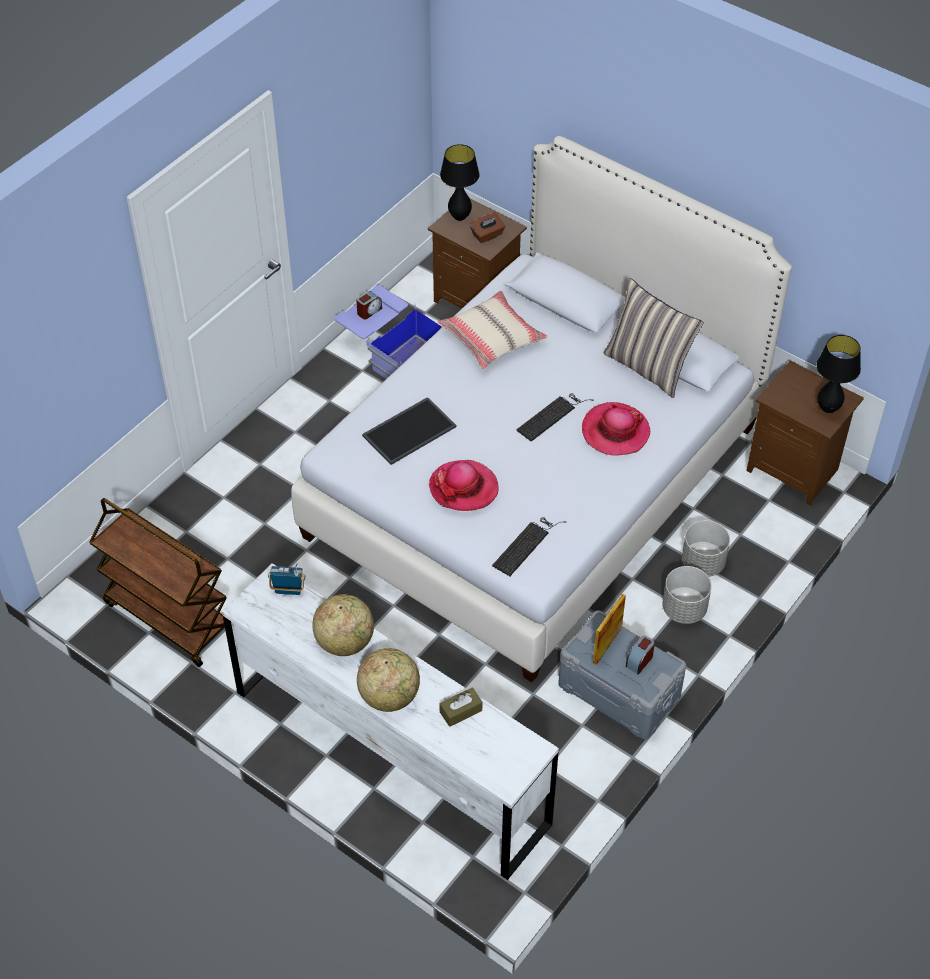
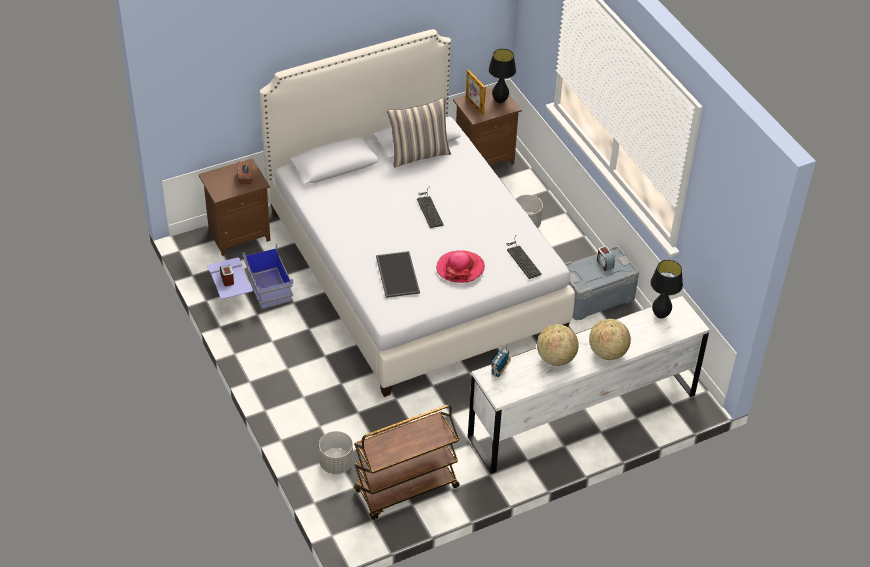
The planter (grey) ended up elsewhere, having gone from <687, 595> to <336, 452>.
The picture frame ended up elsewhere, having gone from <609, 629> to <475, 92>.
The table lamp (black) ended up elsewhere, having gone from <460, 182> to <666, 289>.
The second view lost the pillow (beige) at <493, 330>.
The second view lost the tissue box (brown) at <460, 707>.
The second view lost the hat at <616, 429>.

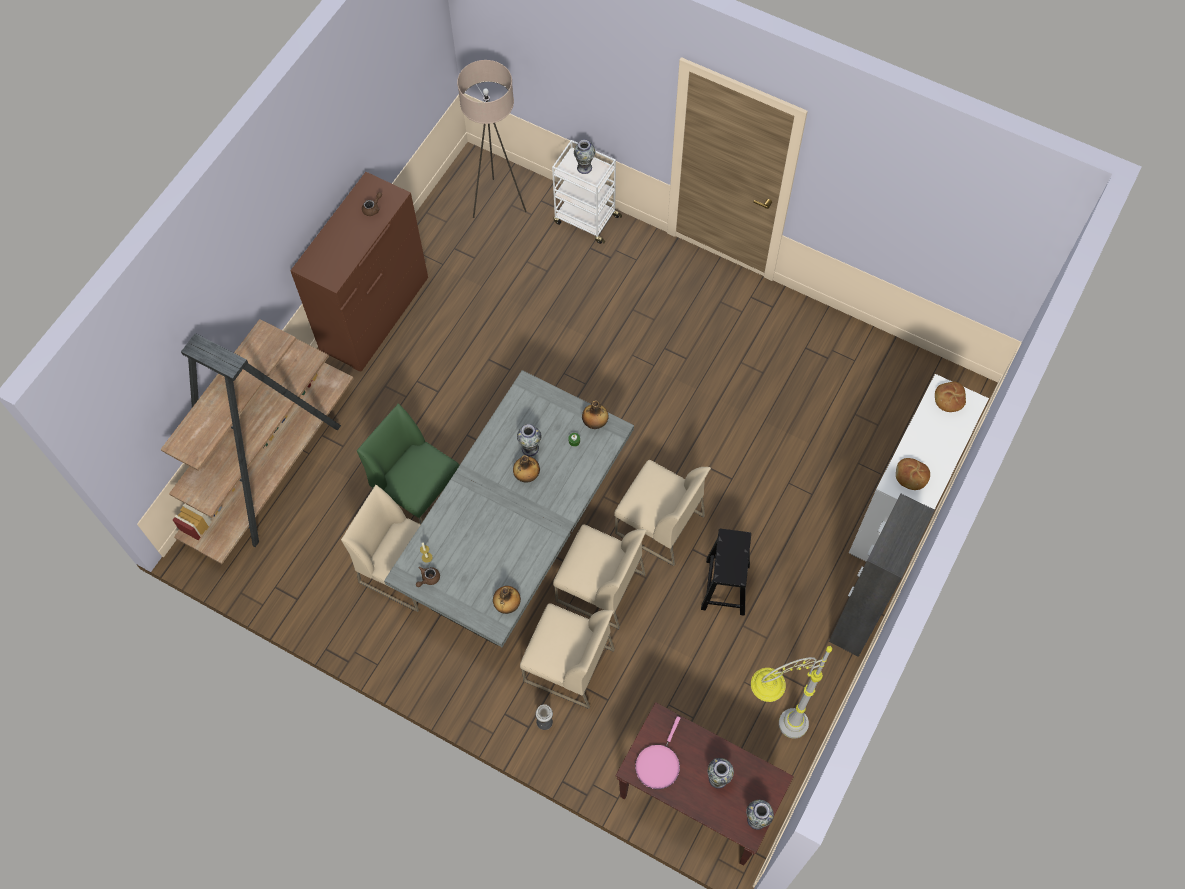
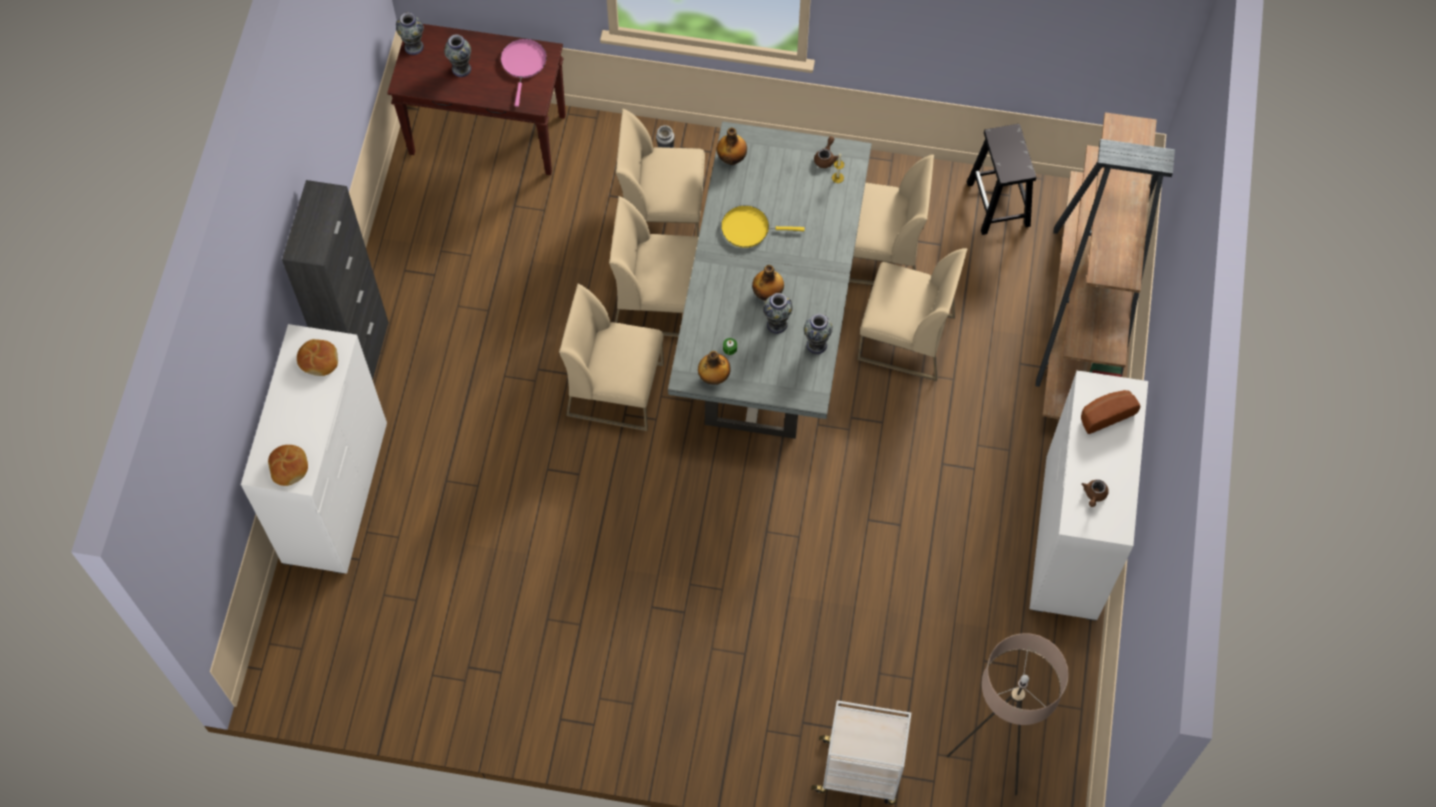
The second view gained the frying pan (yellow) at <763, 226>.
The vase ended up elsewhere, having gone from <584, 156> to <818, 334>.
What was the chair (green) at <408, 463> turned into the chair (beige) at <912, 314>.
The stool (black) ended up elsewhere, having gone from <726, 572> to <1001, 179>.
What was the dresser (brown) at <359, 272> turned into the dresser (white) at <1088, 495>.
The second view gained the bread at <1110, 412>.
The second view lost the floor lamp (grey) at <791, 692>.

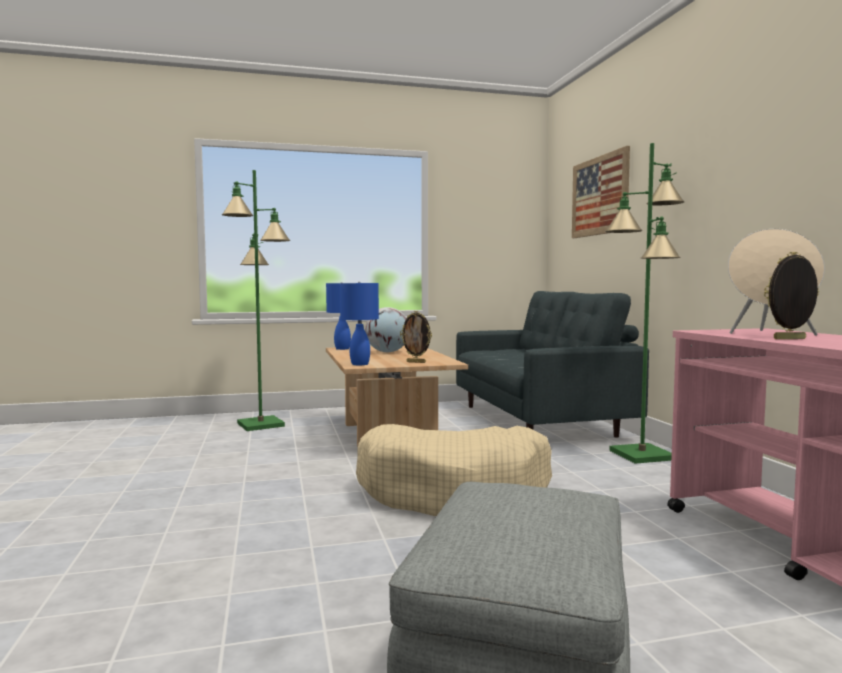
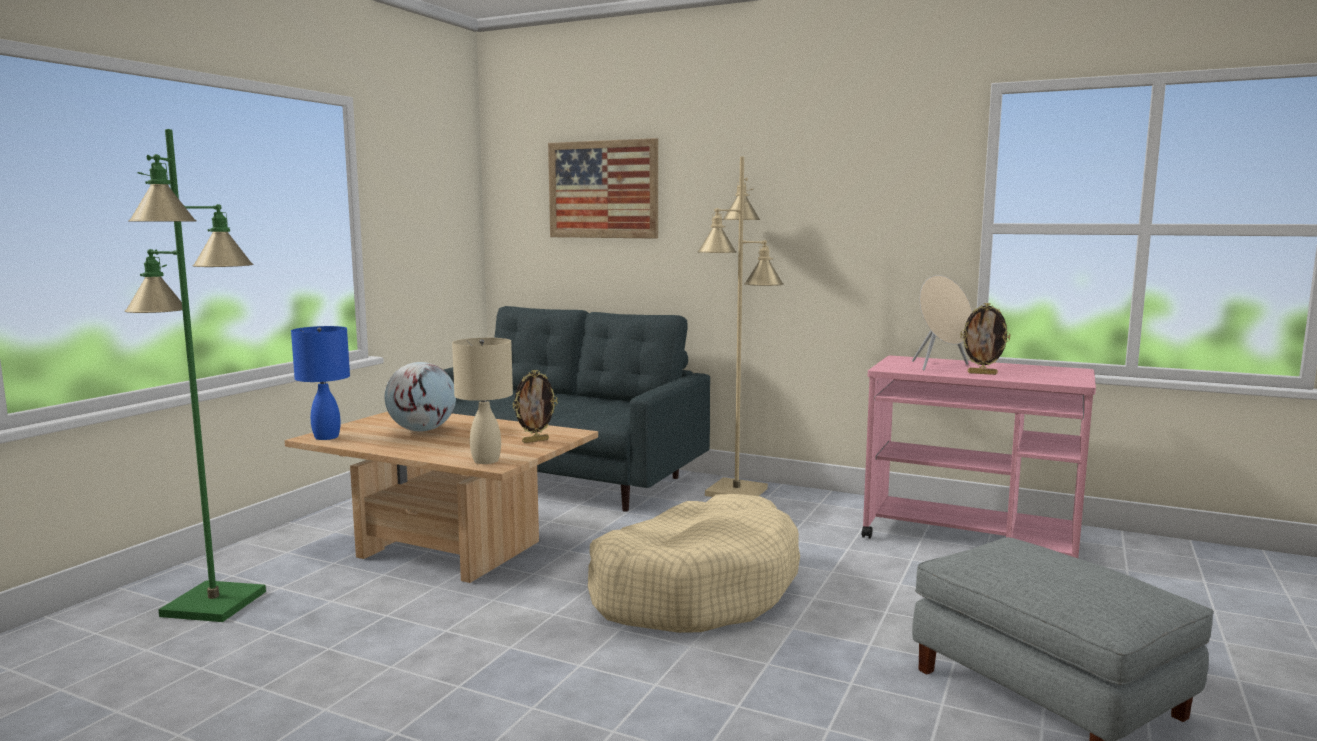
What was the table lamp (blue) at <359, 323> turned into the table lamp (beige) at <482, 401>.
What was the floor lamp (green) at <644, 303> turned into the floor lamp (beige) at <740, 326>.
The picture frame at <791, 295> ended up facing another way, 105 degrees counterclockwise from before.

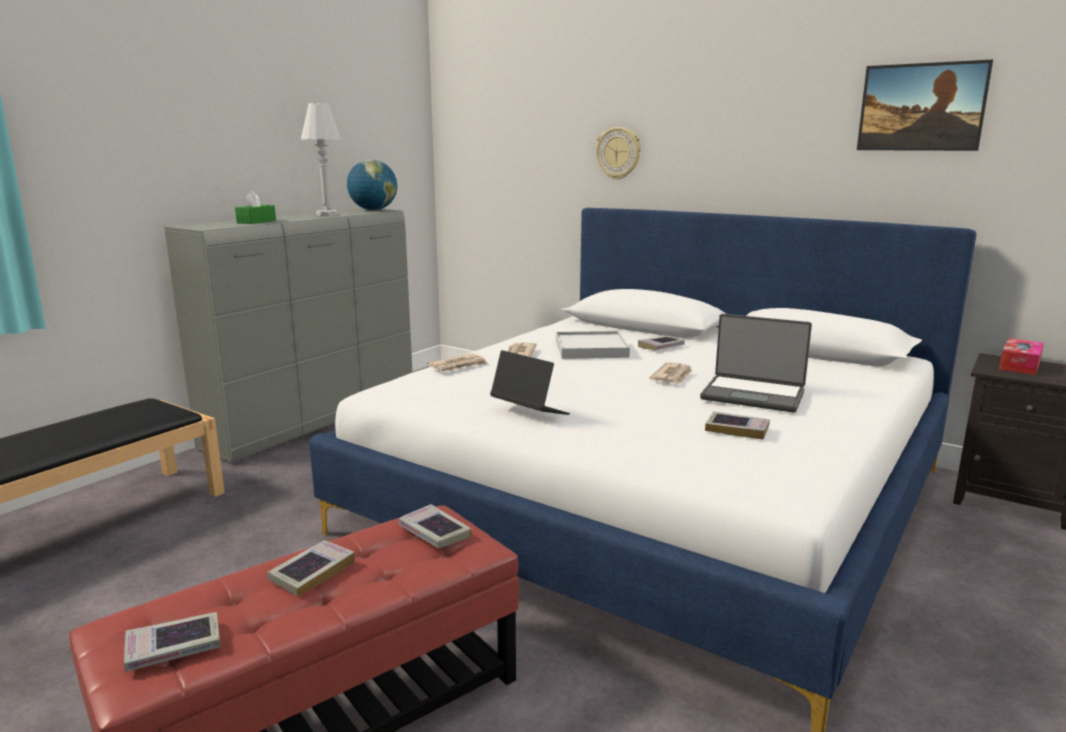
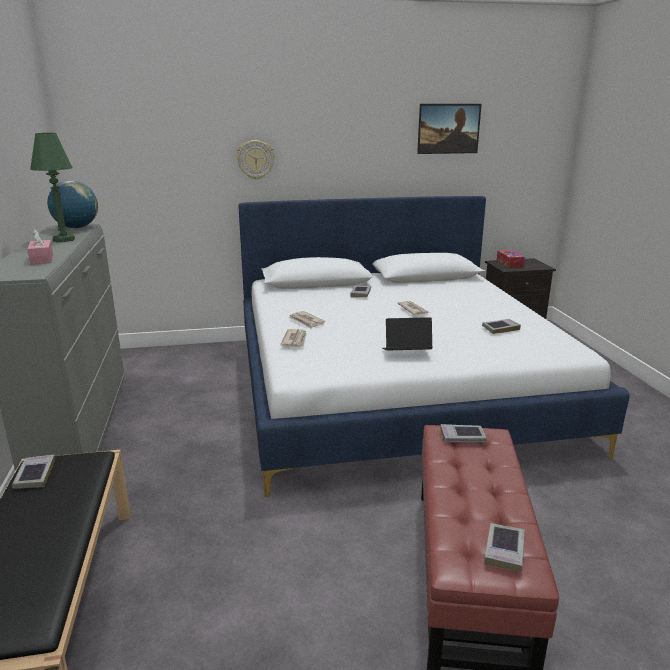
The book ended up elsewhere, having gone from <310, 568> to <33, 472>.
What was the tissue box (green) at <255, 207> turned into the tissue box (pink) at <40, 246>.
What was the table lamp (white) at <321, 159> turned into the table lamp (green) at <52, 187>.
The second view lost the tray (white) at <593, 345>.
The second view lost the laptop at <756, 363>.

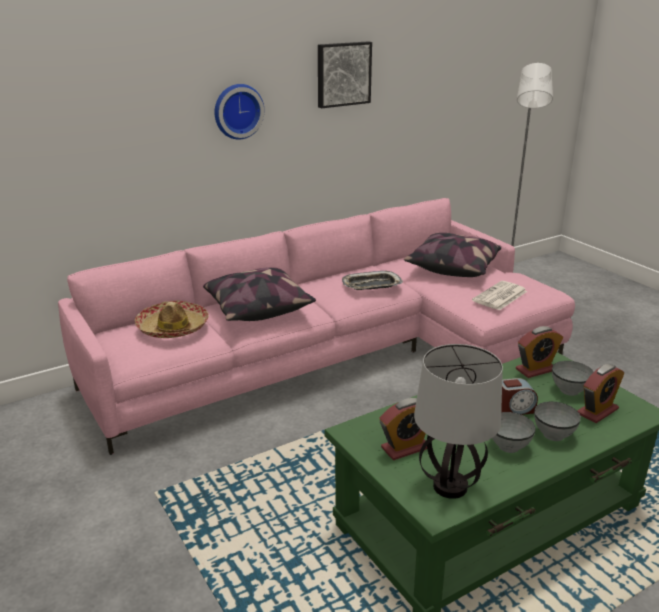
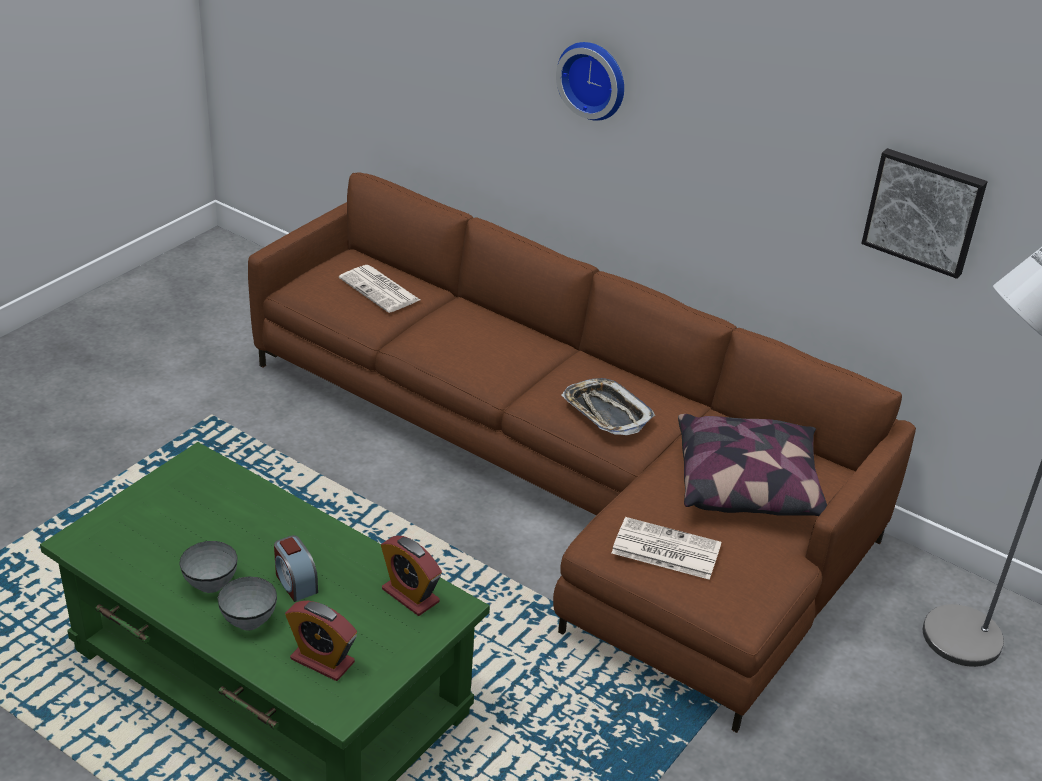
What was the sofa (pink) at <316, 326> turned into the sofa (brown) at <582, 452>.
Where the hat stood at <171, 319>, the newspaper came to stand at <379, 289>.
The picture ended up elsewhere, having gone from <345, 75> to <924, 213>.
The second view lost the pillow at <259, 294>.
The second view lost the alarm clock at <403, 429>.
The second view lost the table lamp at <458, 421>.
The second view lost the bowl (grey) at <572, 378>.

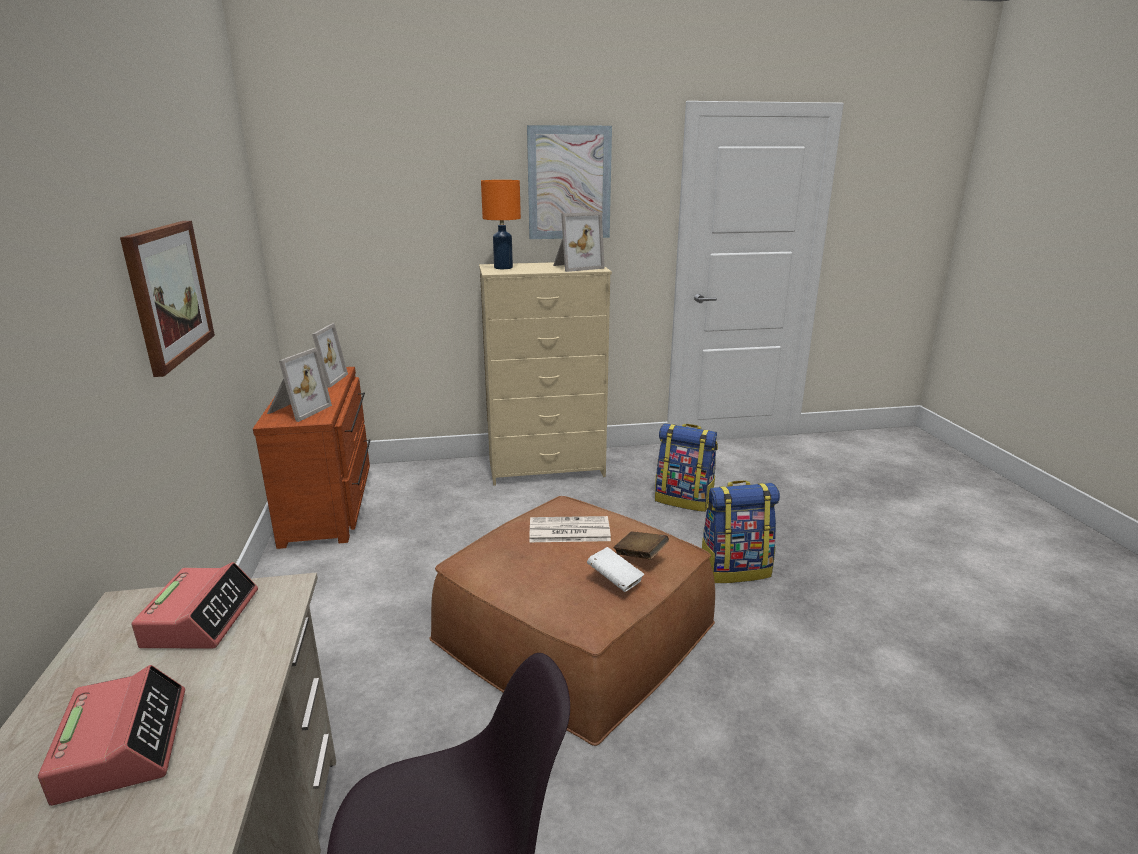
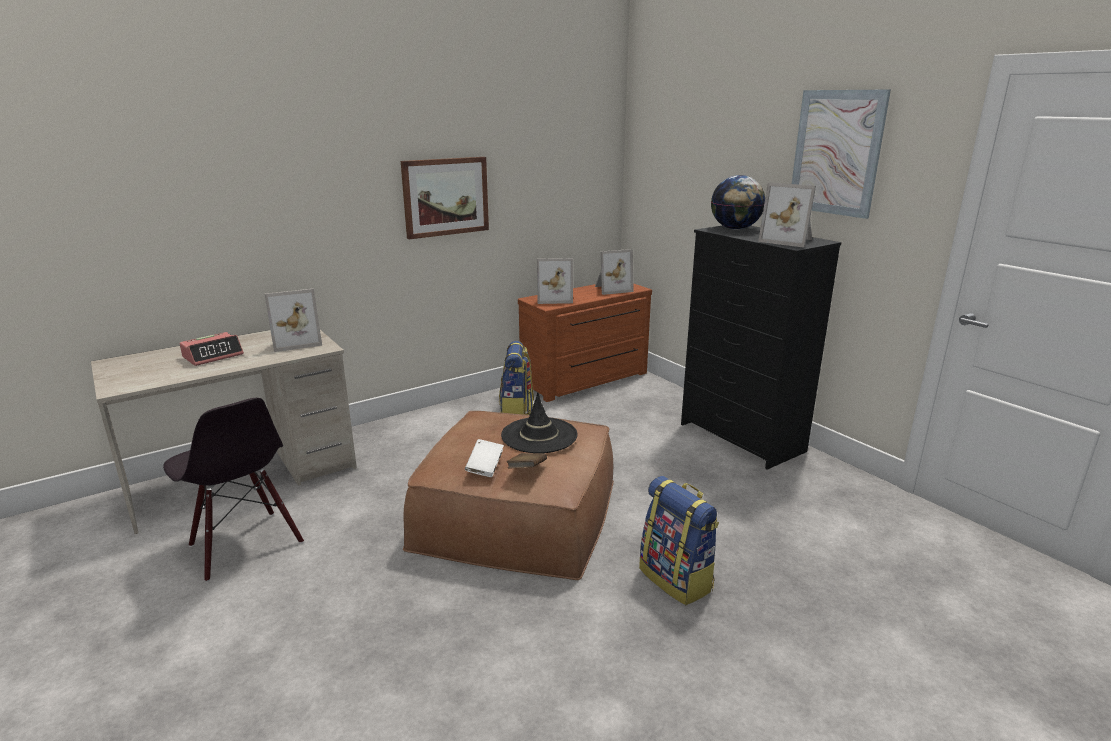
Where the alarm clock stood at <194, 605>, the picture frame came to stand at <293, 320>.
The backpack ended up elsewhere, having gone from <686, 467> to <516, 378>.
Where the newspaper stood at <570, 529>, the hat (black) came to stand at <539, 423>.
What was the dresser (beige) at <545, 374> turned into the dresser (black) at <761, 348>.
Where the table lamp (orange) stood at <501, 224>, the globe came to stand at <738, 202>.

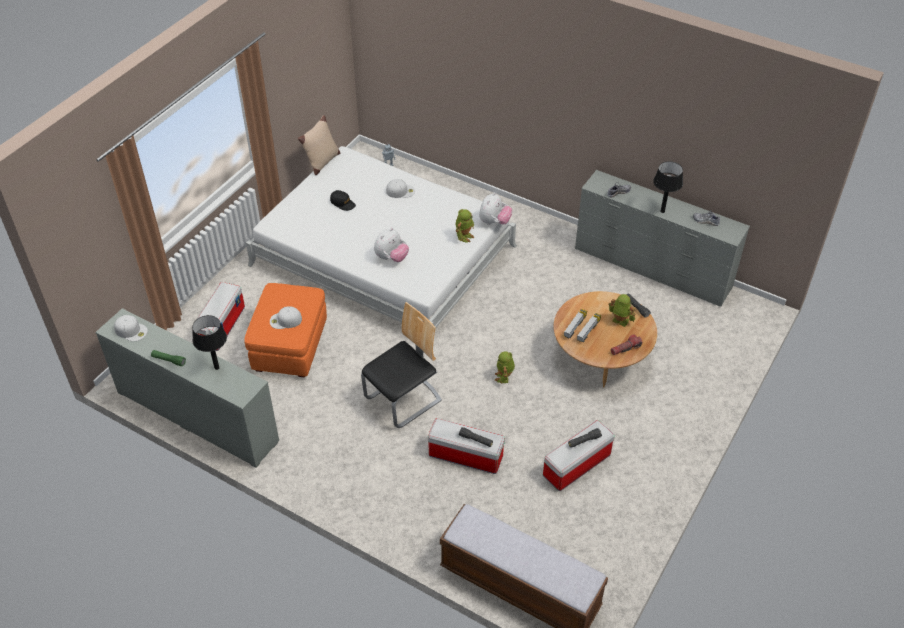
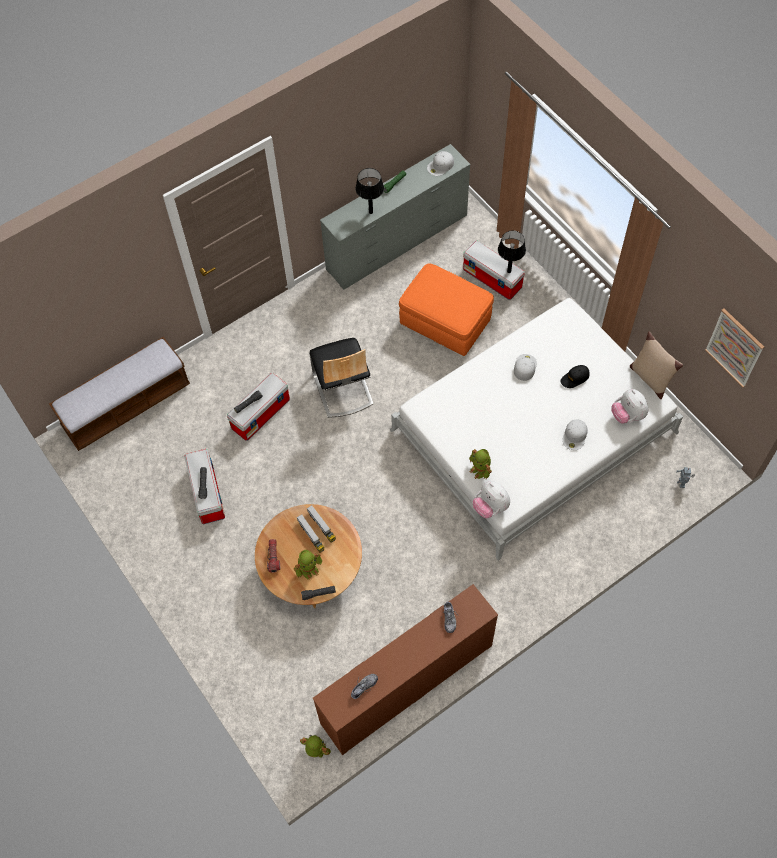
The toy robot ended up elsewhere, having gone from <505, 367> to <315, 746>.
What was the dresser (grey) at <662, 238> turned into the dresser (brown) at <405, 669>.
The table lamp (black) ended up elsewhere, having gone from <668, 187> to <512, 252>.
The cap (white) ended up elsewhere, having gone from <286, 317> to <525, 367>.
The plush toy ended up elsewhere, having gone from <391, 245> to <629, 406>.
The second view gained the picture at <734, 348>.

